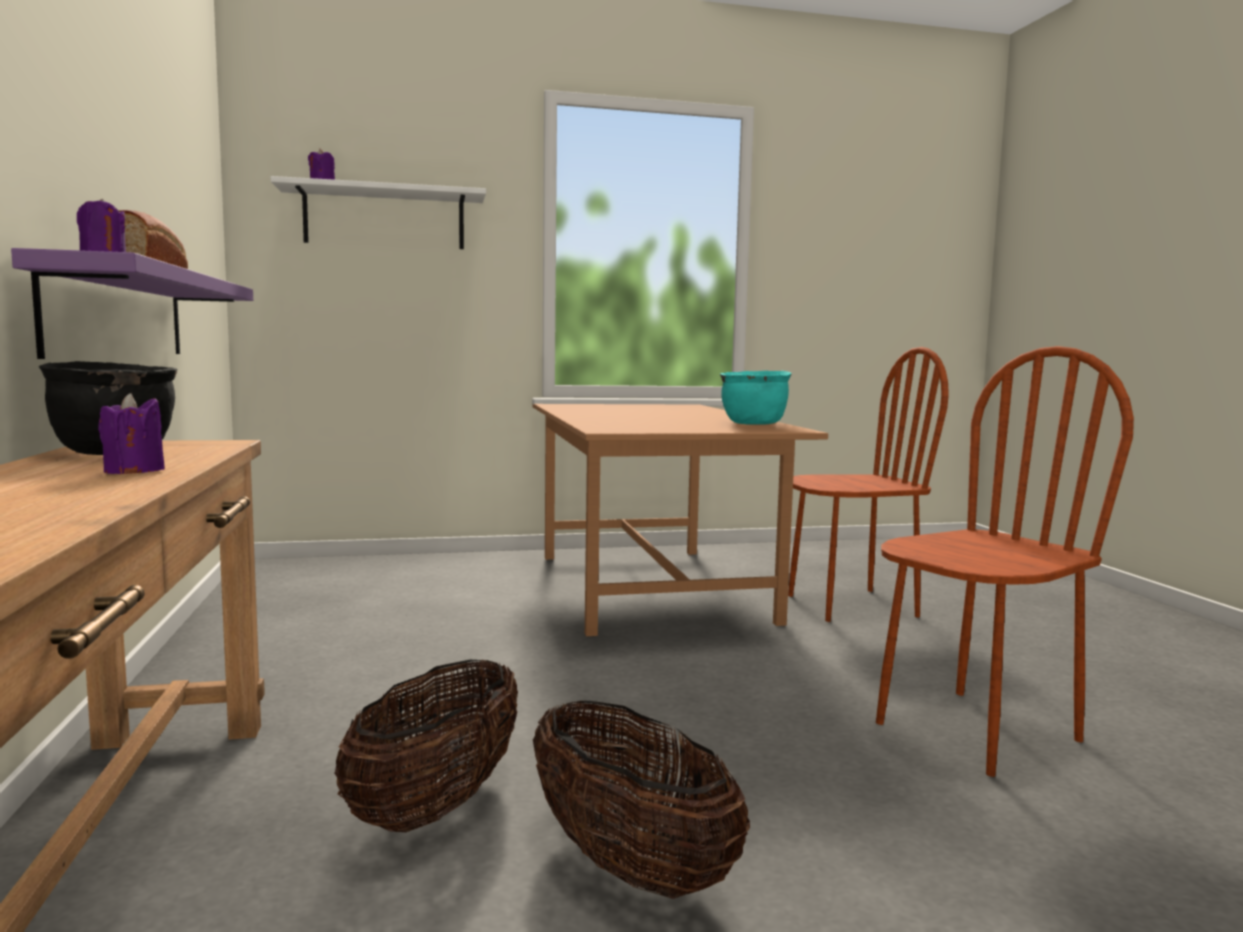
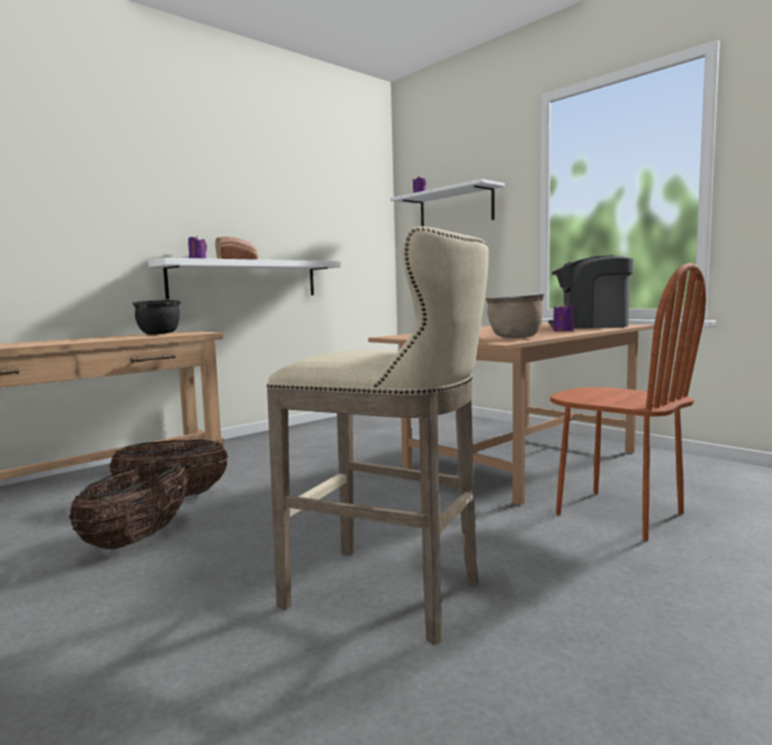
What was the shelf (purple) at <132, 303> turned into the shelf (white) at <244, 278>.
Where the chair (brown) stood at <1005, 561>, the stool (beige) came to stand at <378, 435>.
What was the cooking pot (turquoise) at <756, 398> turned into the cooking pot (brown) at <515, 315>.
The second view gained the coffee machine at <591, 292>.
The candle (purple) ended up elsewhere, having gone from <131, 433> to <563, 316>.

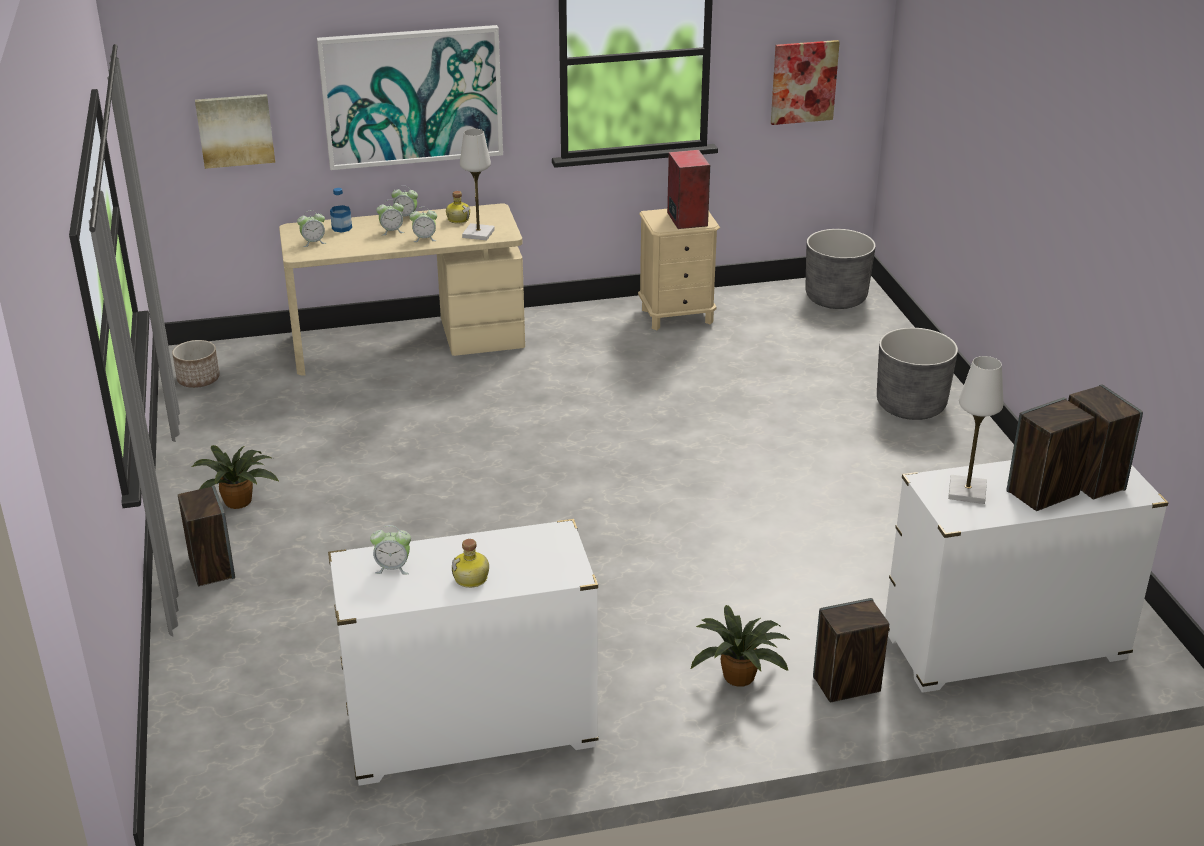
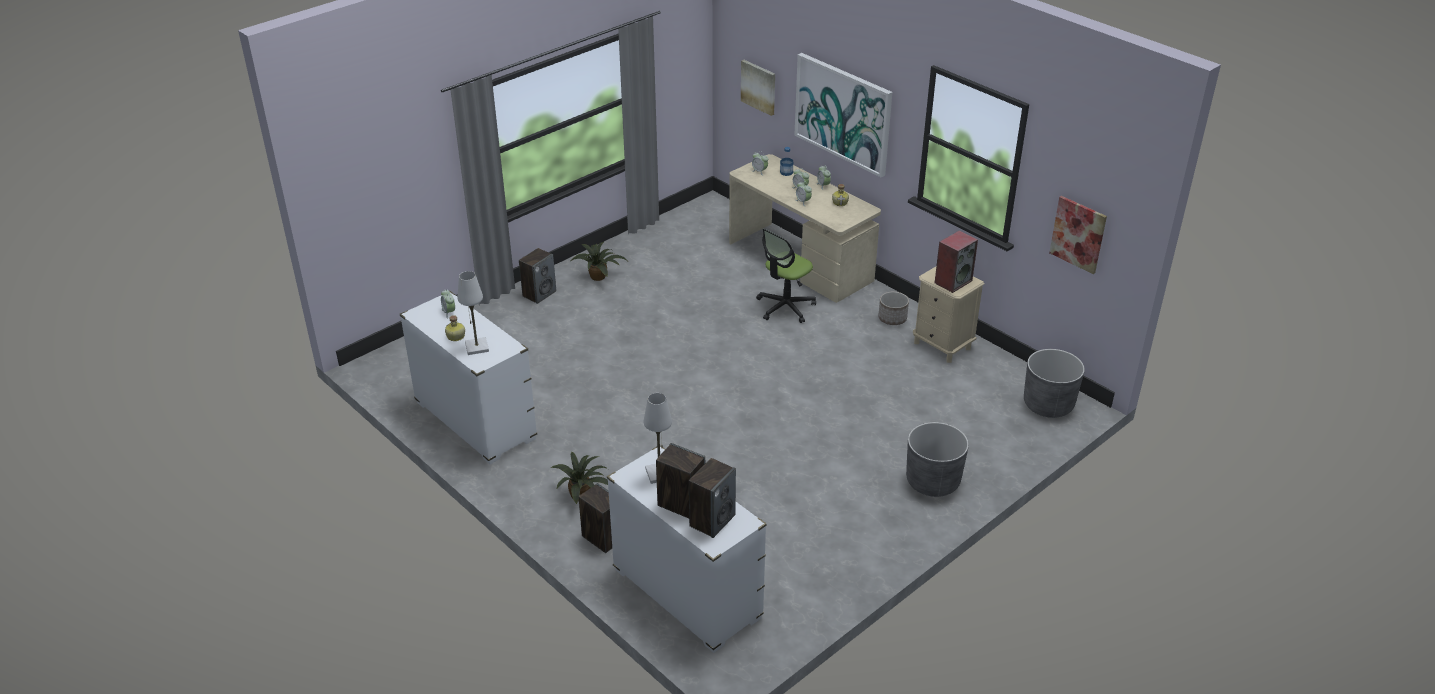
The table lamp (white) ended up elsewhere, having gone from <477, 185> to <473, 313>.
The second view gained the office chair at <786, 276>.
The planter ended up elsewhere, having gone from <196, 364> to <893, 308>.

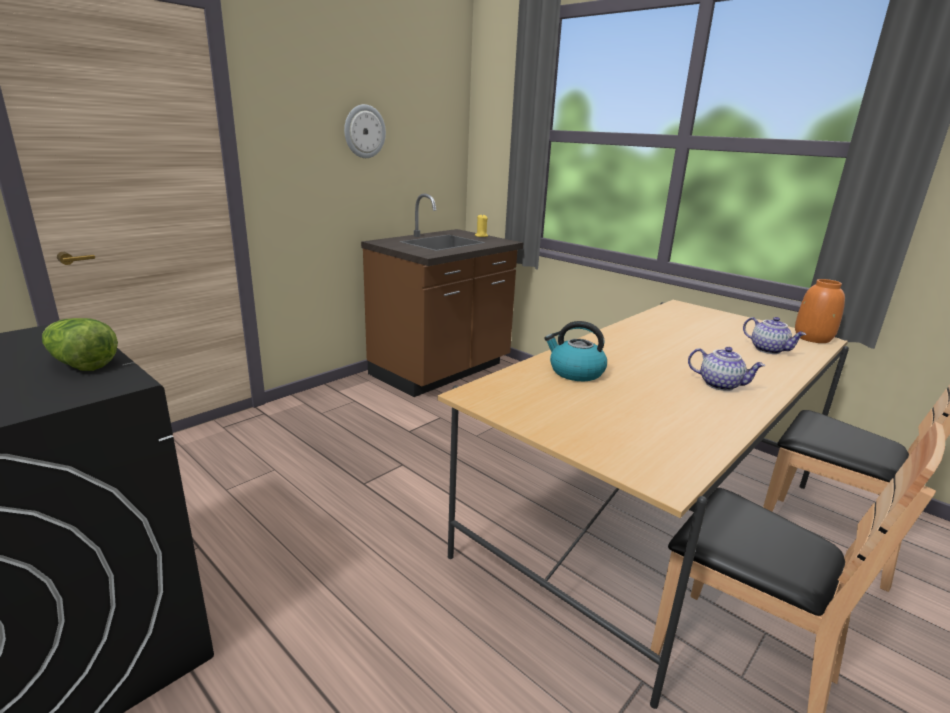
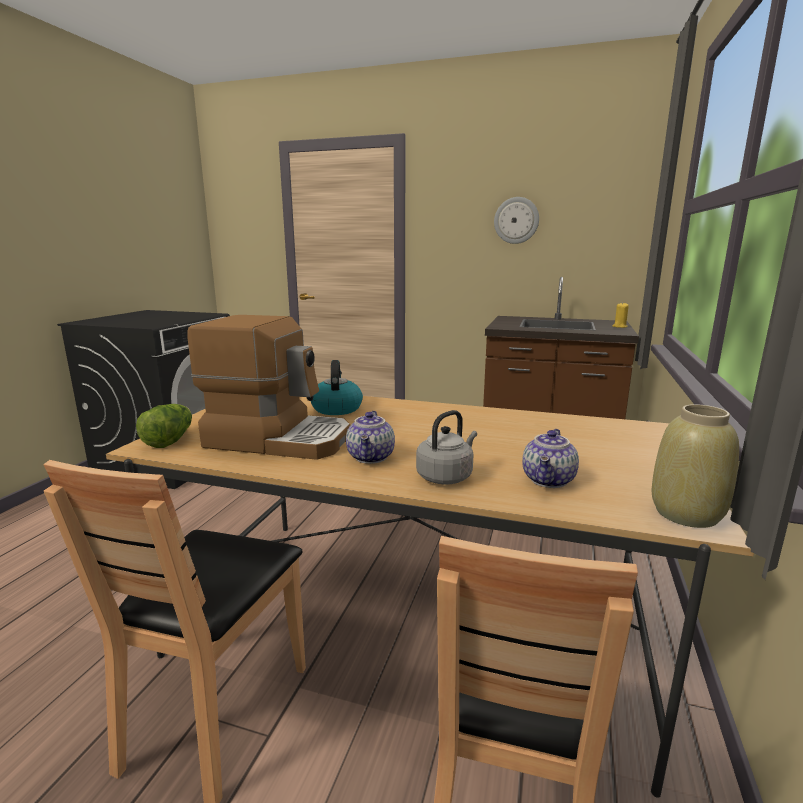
The lettuce ended up elsewhere, having gone from <80, 344> to <164, 426>.
The second view gained the coffee machine at <269, 387>.
The second view gained the kettle (grey) at <446, 447>.
What was the vase (orange) at <820, 311> turned into the vase (beige) at <695, 466>.

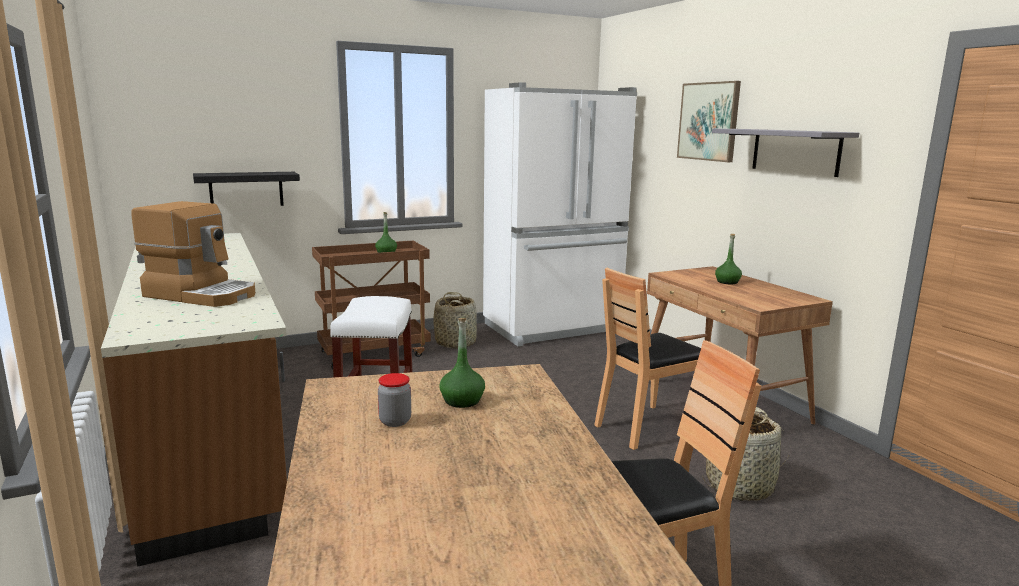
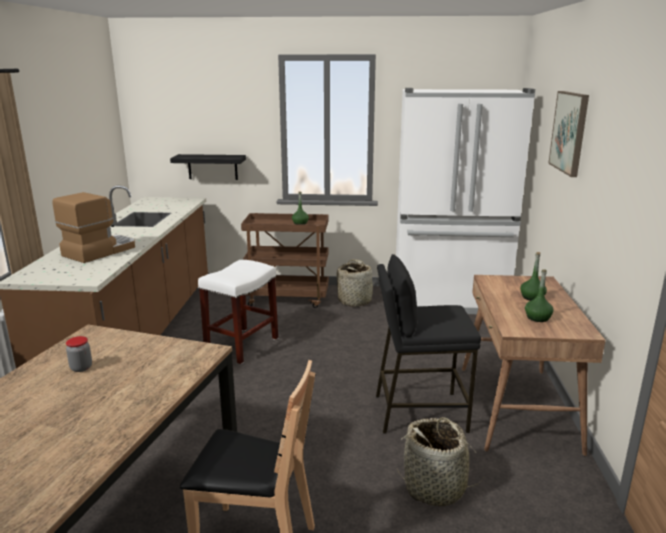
The coffee machine at <193, 254> ended up facing another way, 105 degrees counterclockwise from before.
Where the chair (brown) stood at <647, 359>, the stool (black) came to stand at <428, 344>.
The bottle (green) ended up elsewhere, having gone from <462, 363> to <539, 295>.
The second view lost the shelf (grey) at <785, 153>.

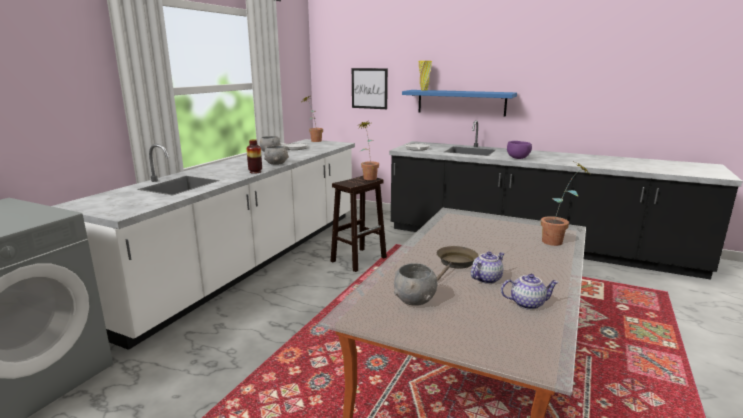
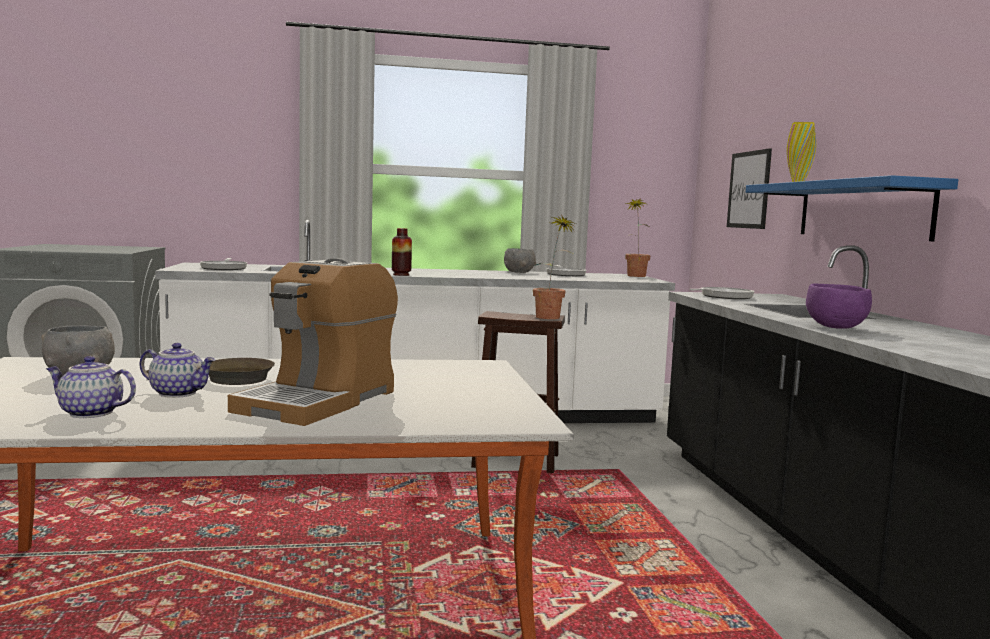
The teapot at <530, 292> ended up facing another way, 135 degrees clockwise from before.
The second view gained the frying pan at <223, 264>.
The second view gained the coffee machine at <313, 342>.
The second view lost the bowl (grey) at <276, 155>.
The second view lost the potted plant at <565, 204>.

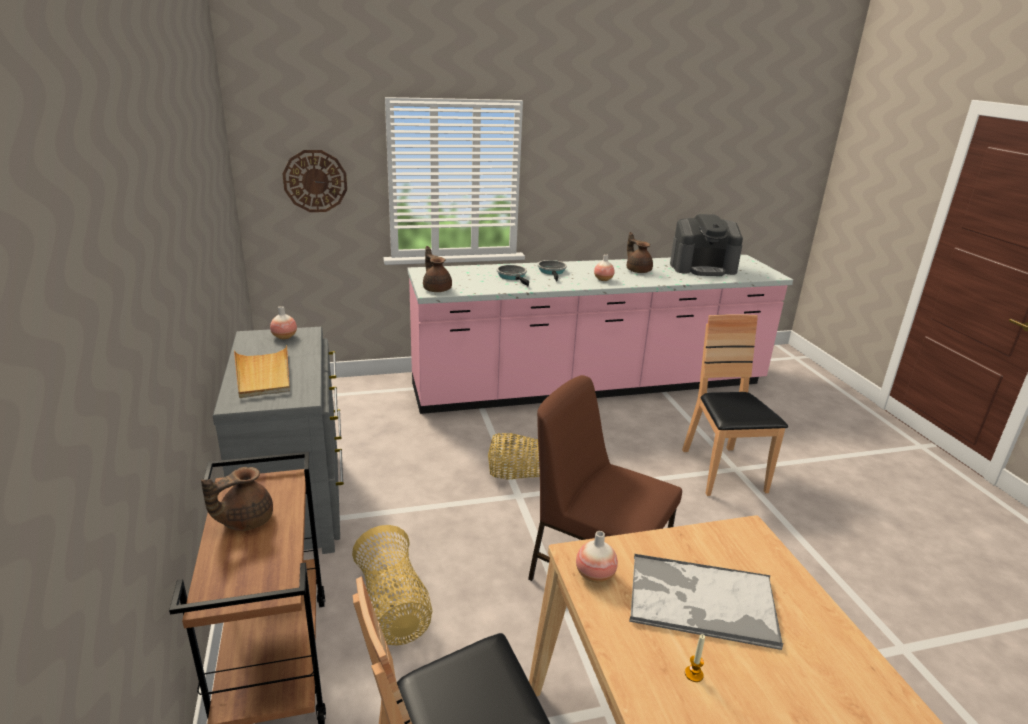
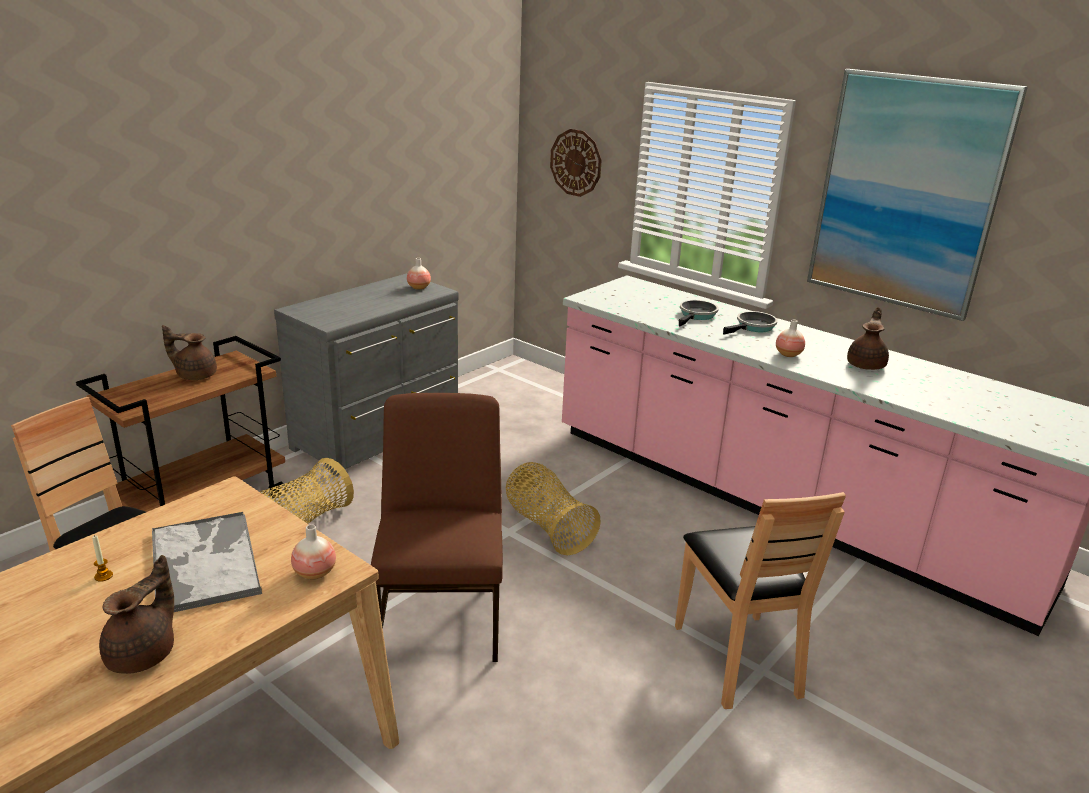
The teapot (brown) ended up elsewhere, having gone from <437, 269> to <136, 614>.
The vase ended up elsewhere, having gone from <597, 557> to <313, 552>.
The chair (brown) at <735, 405> ended up facing another way, 120 degrees clockwise from before.
The second view gained the picture at <917, 195>.
The second view lost the tray (beige) at <262, 371>.
The second view lost the coffee machine at <706, 245>.

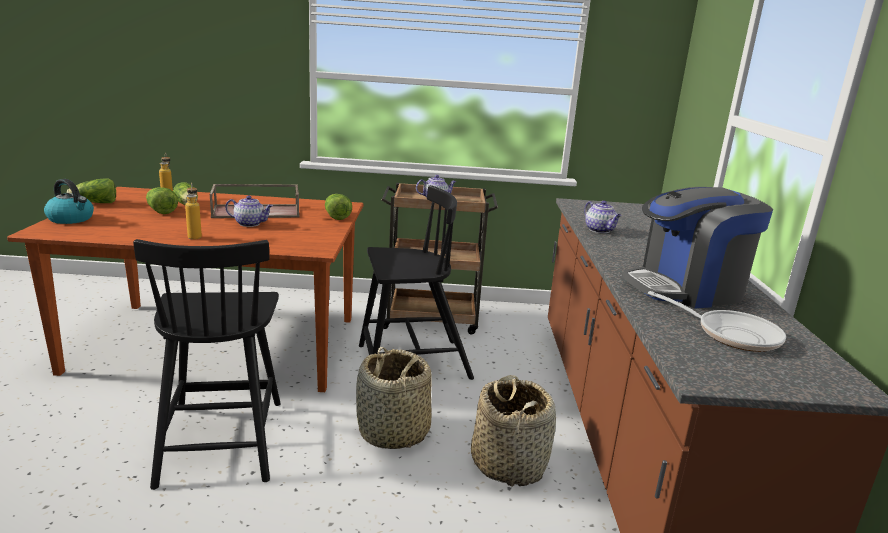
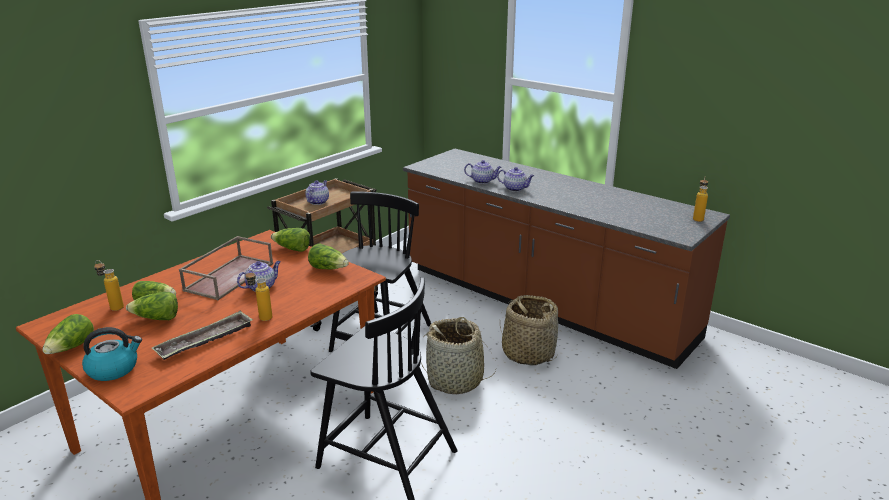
The second view gained the tray at <202, 335>.
The second view gained the lettuce at <328, 256>.
The second view gained the teapot at <515, 179>.
The second view gained the bottle at <700, 199>.
The second view lost the coffee machine at <698, 248>.
The second view lost the frying pan at <717, 321>.

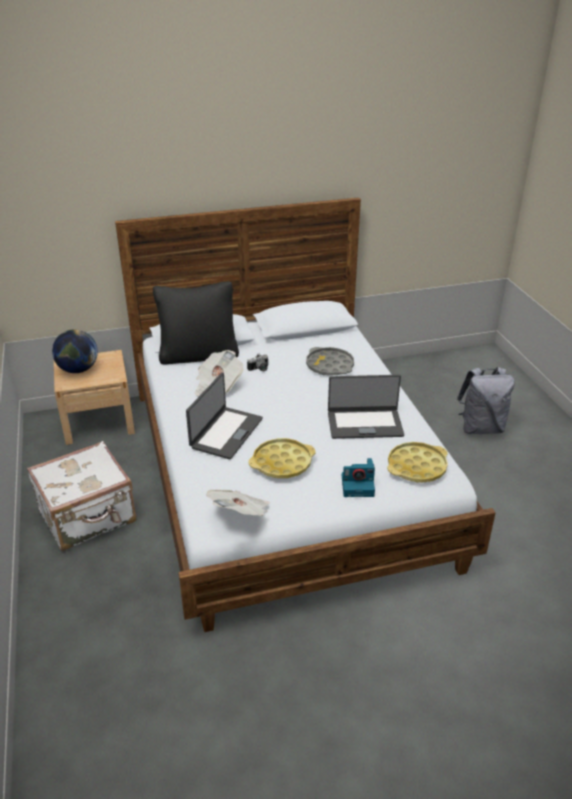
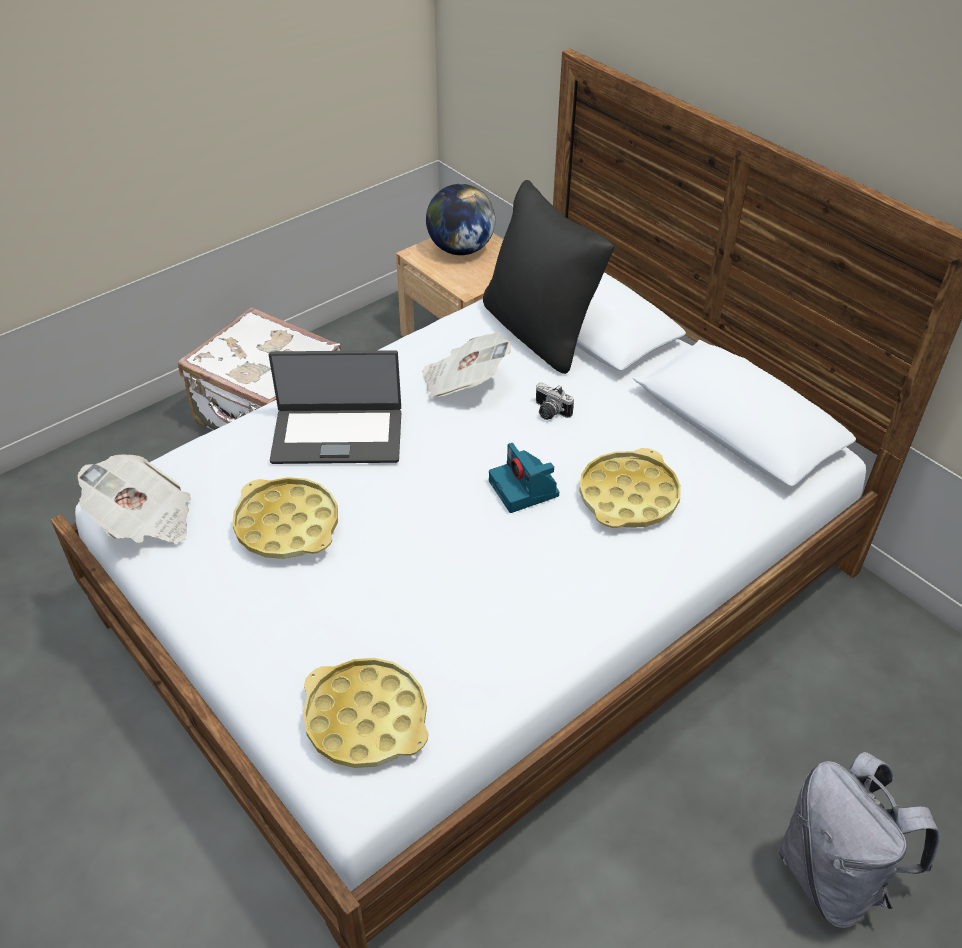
The photo camera ended up elsewhere, having gone from <358, 477> to <524, 478>.
What was the tray (grey) at <330, 361> turned into the tray (yellow) at <630, 488>.
The second view lost the laptop at <366, 407>.

